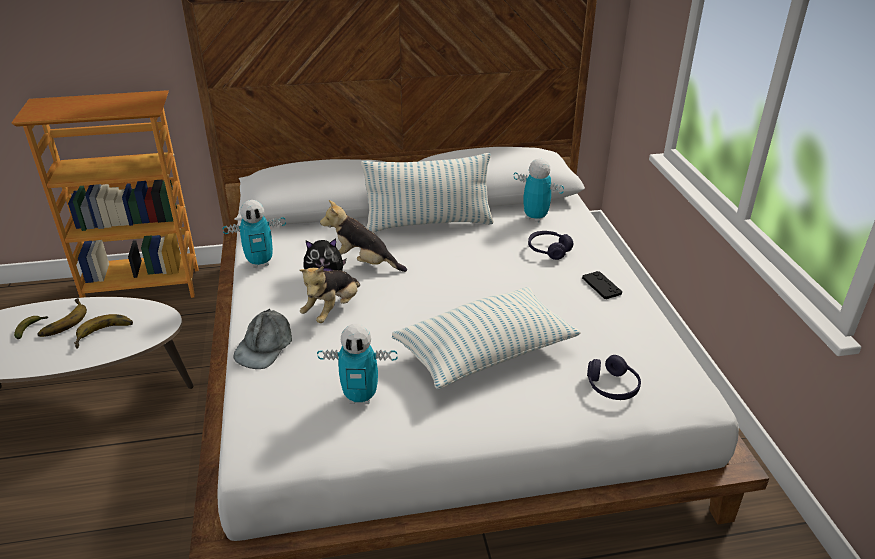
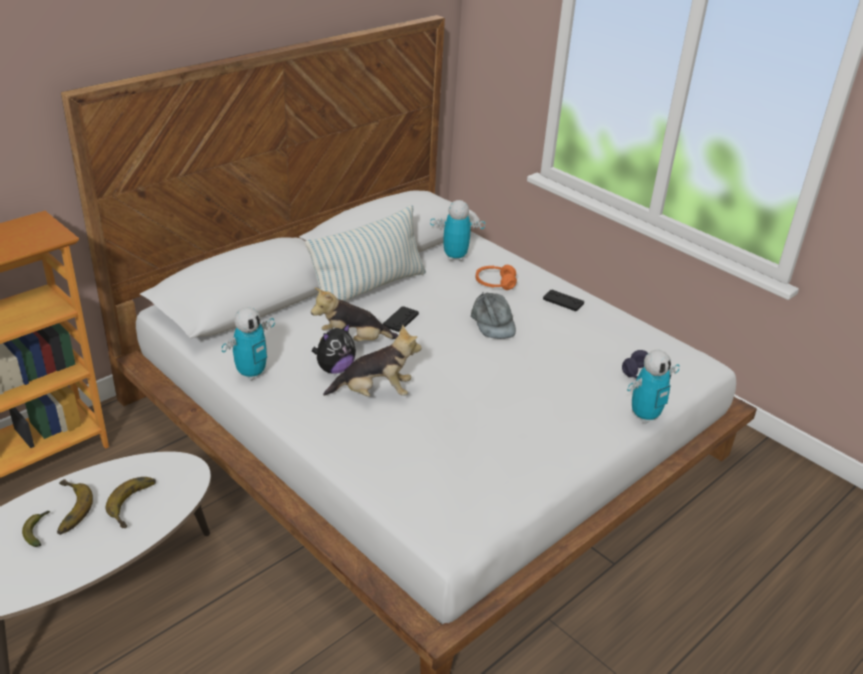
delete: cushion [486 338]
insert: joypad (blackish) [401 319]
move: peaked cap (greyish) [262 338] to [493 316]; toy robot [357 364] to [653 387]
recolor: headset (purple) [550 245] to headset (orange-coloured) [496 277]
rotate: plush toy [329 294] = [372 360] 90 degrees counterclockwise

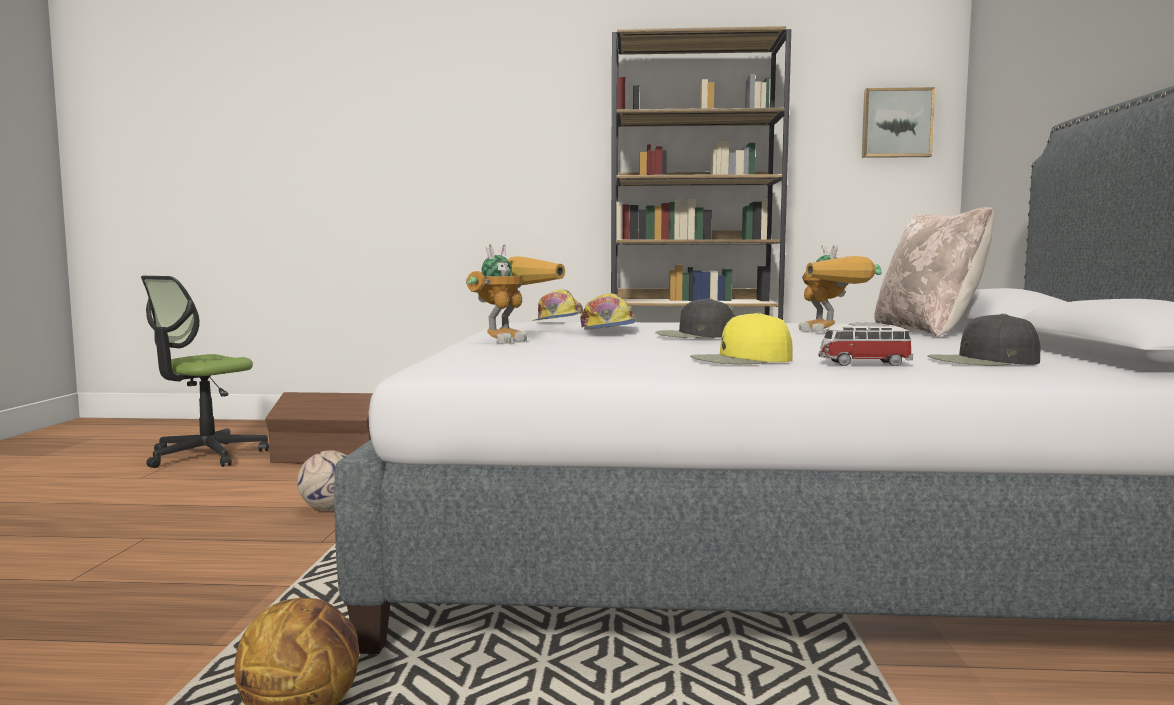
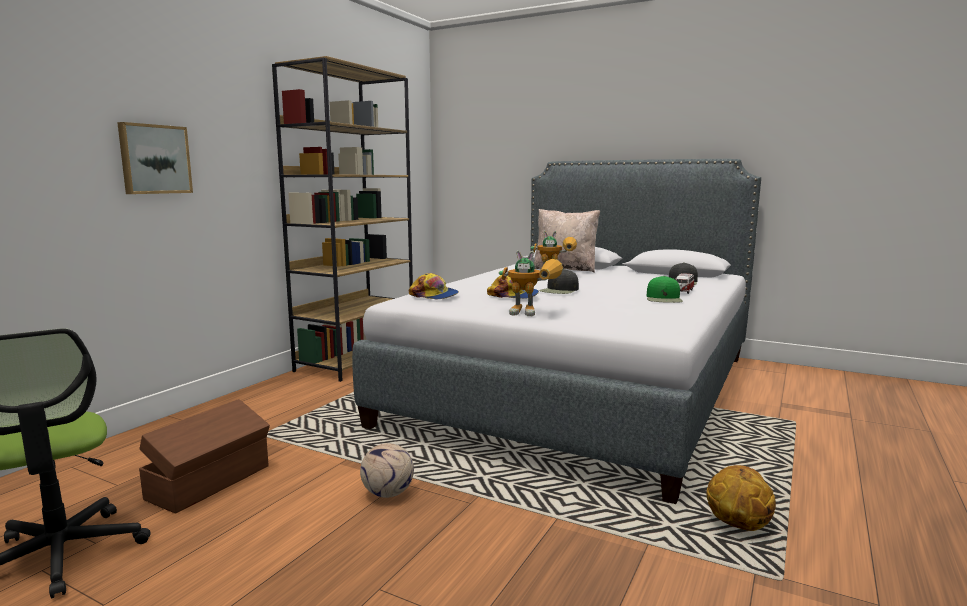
move: picture [898 122] to [155 158]
recolor: peaked cap (yellowish) [741 338] to peaked cap (greenish) [665 289]
rotate: toy robot [515 293] = [531 283] 135 degrees clockwise

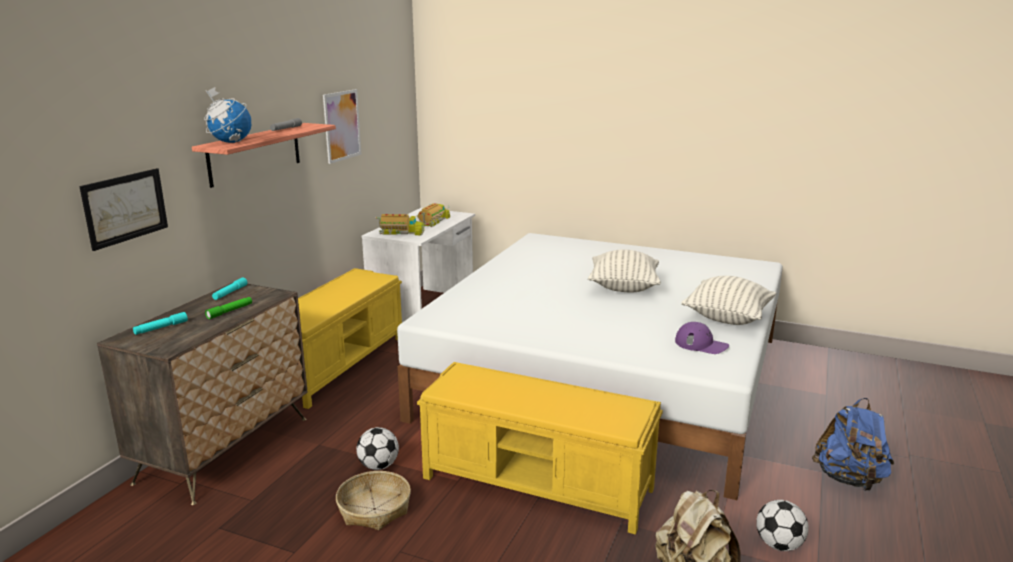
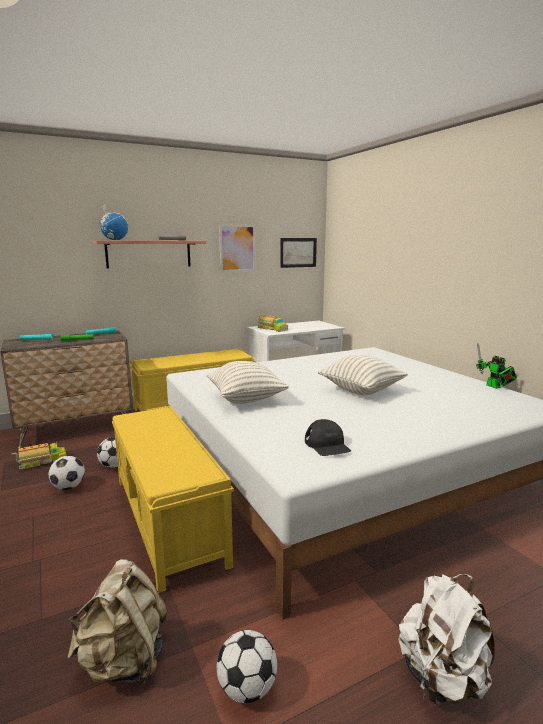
insert: toy robot [496 366]
move: picture [123 209] to [298 253]; model truck [433 215] to [39 456]; cushion [728 300] to [248 382]
replace: storage basket [373 500] to football ball [67 473]
recolor: peaked cap (purple) [702 338] to peaked cap (blackish) [328 437]; knapsack (bluish) [853 444] to knapsack (white-coloured) [446 639]

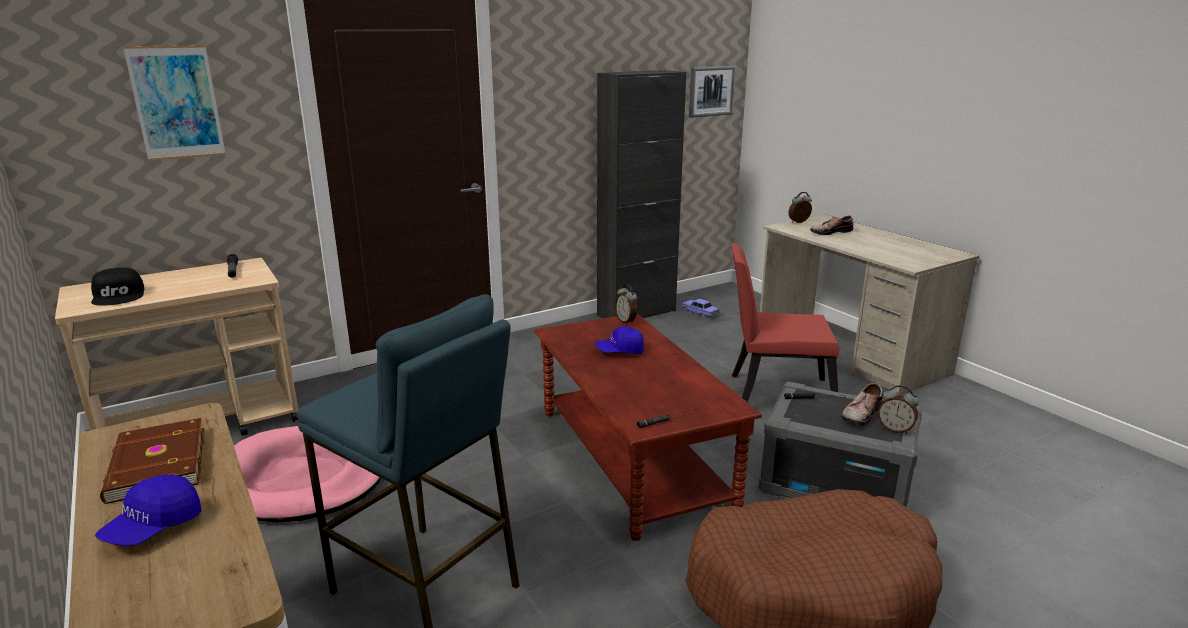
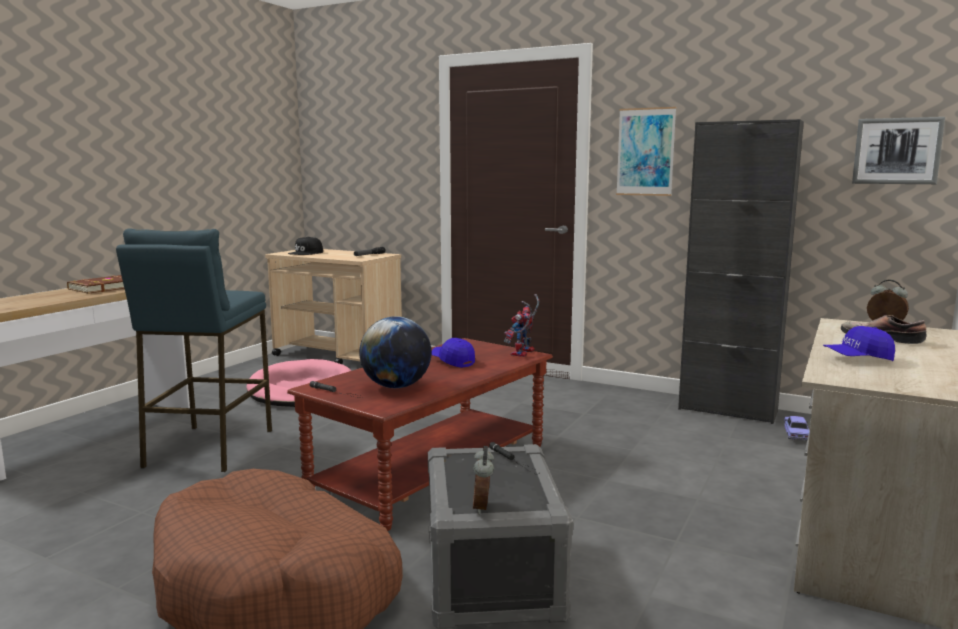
delete: upright chair (red) [785 322]; shoe [862 404]
insert: desk globe [395 352]
move: picture [174 103] to [646 151]; peaked cap (bluish) [148 510] to [859 343]
replace: table clock [626 305] to toy robot [521 325]

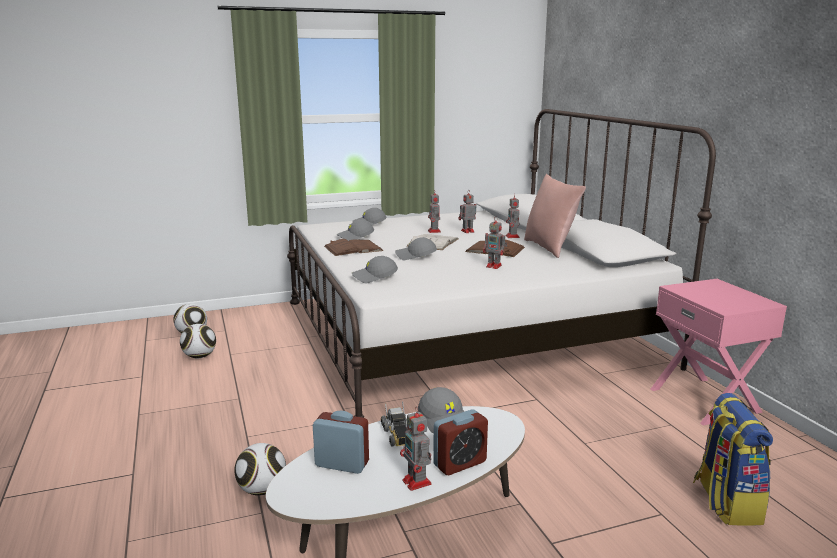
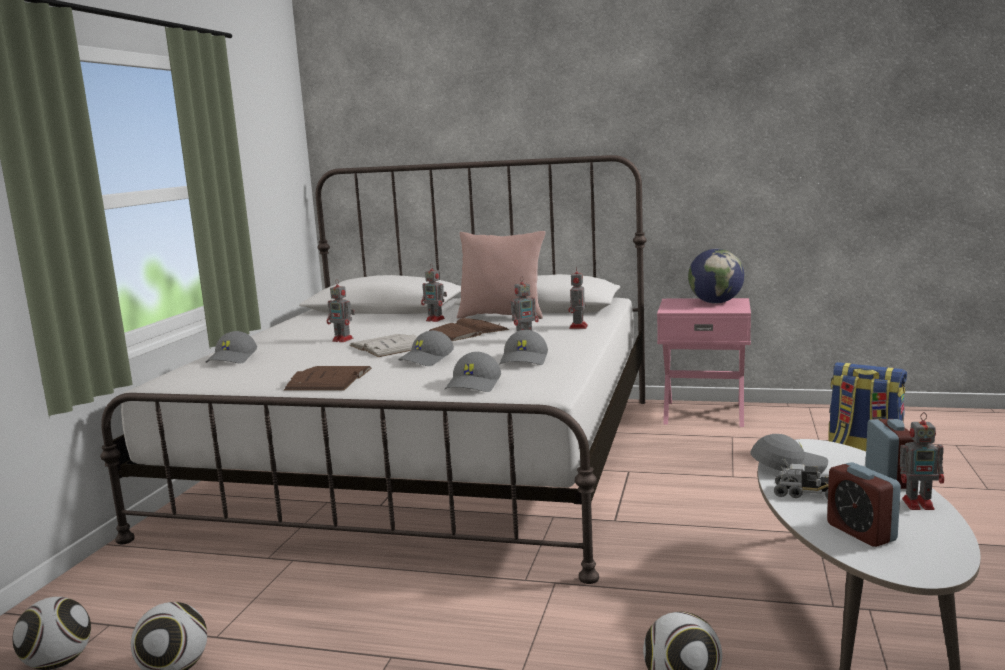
insert: desk globe [716 276]
move: toy robot [468 211] to [578 297]; peaked cap (greyish) [355 230] to [524 347]
rotate: table clock [341 442] = [864 504] 75 degrees counterclockwise

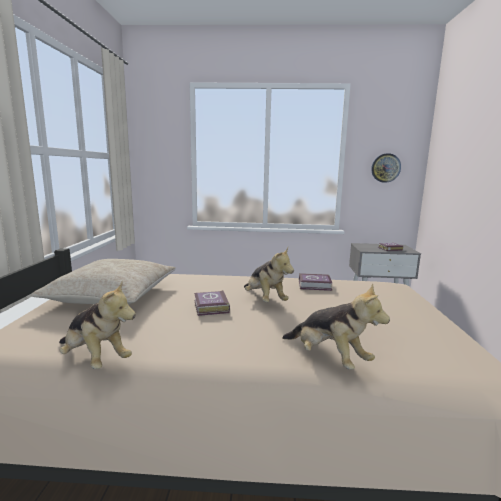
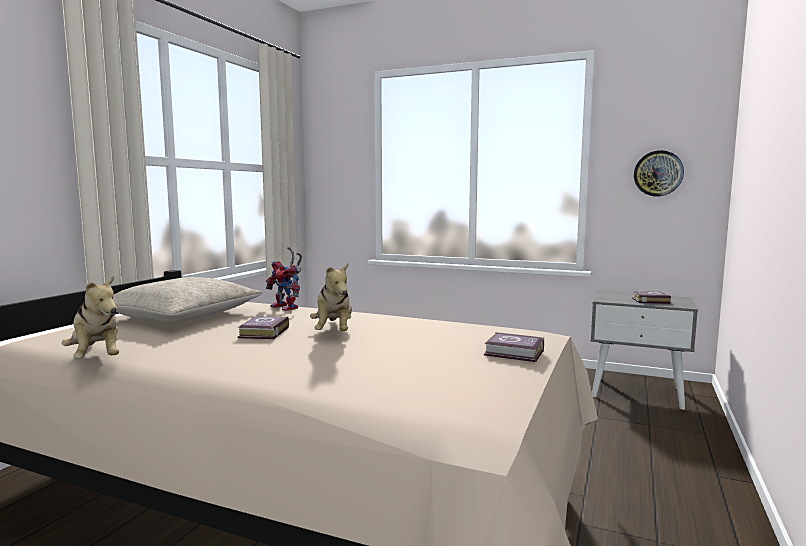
delete: plush toy [336 326]
insert: toy robot [284 279]
move: bound book [316 282] to [514 347]

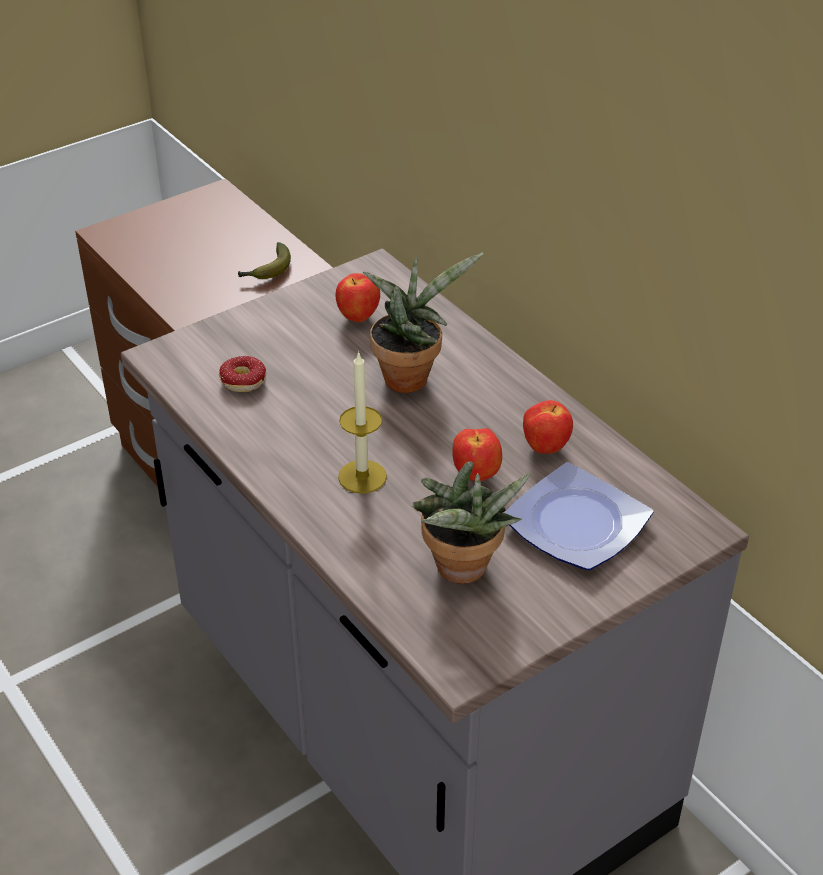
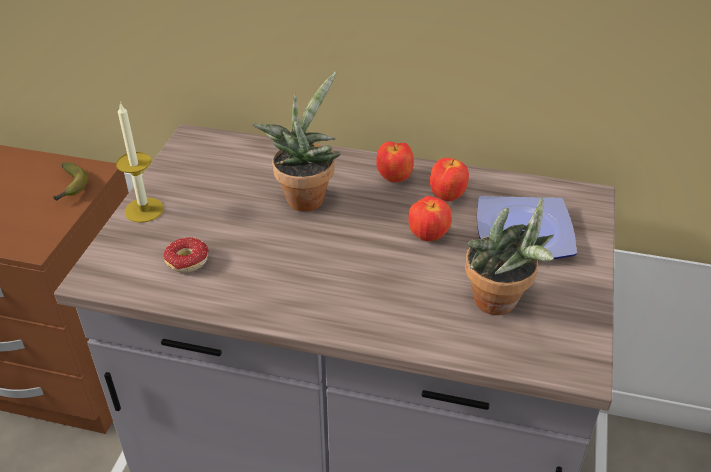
move: apple [357 297] to [395 162]; wax light [362 422] to [140 162]

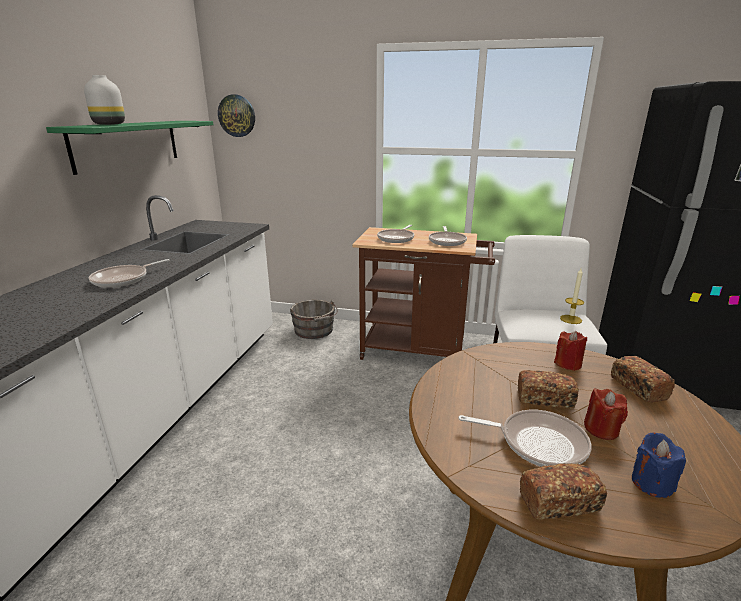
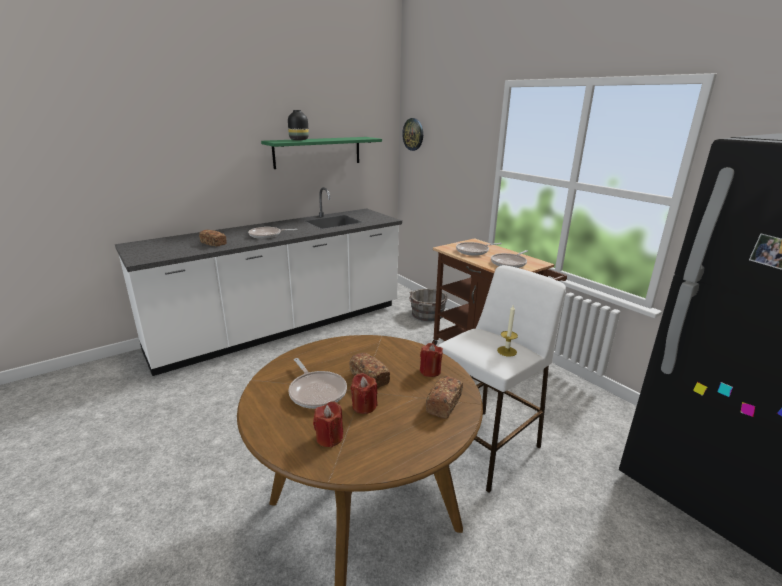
move: bakery bread [563 491] to [213 238]
recolor: vase (white-coloured) [104 100] to vase (blackish) [298 125]; wax light (bluish) [659 465] to wax light (red) [328 424]

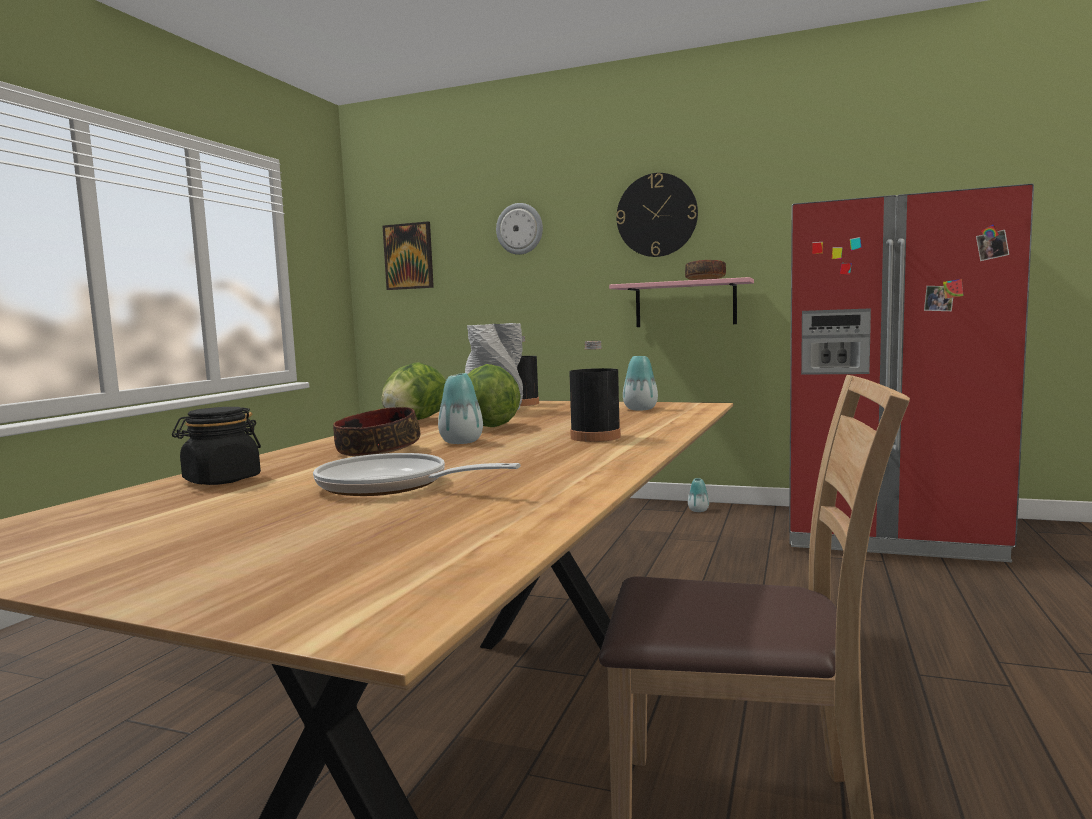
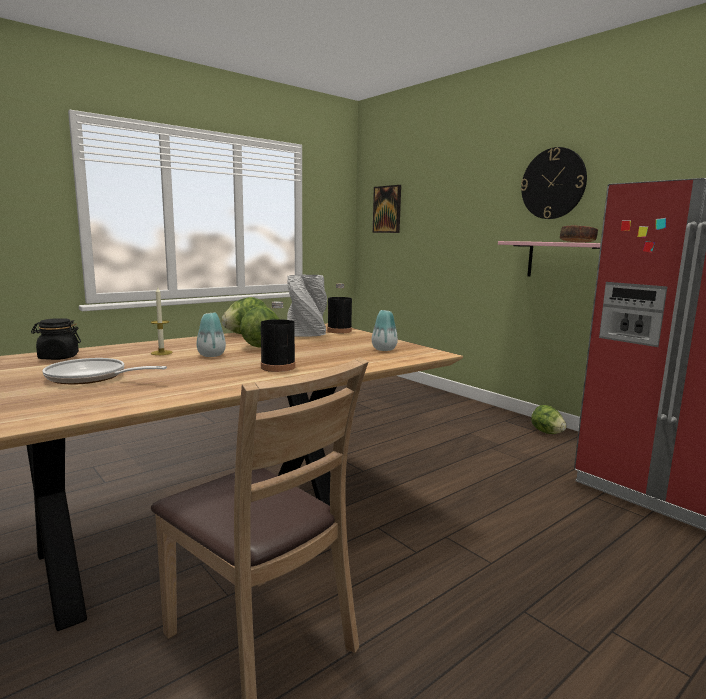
delete: clock on the wall [519 229]
replace: bowl [376 432] to wax light [161 321]; vase [698 495] to lettuce head [549 419]
rotate: skillet [417 474] = [105 371] 45 degrees counterclockwise

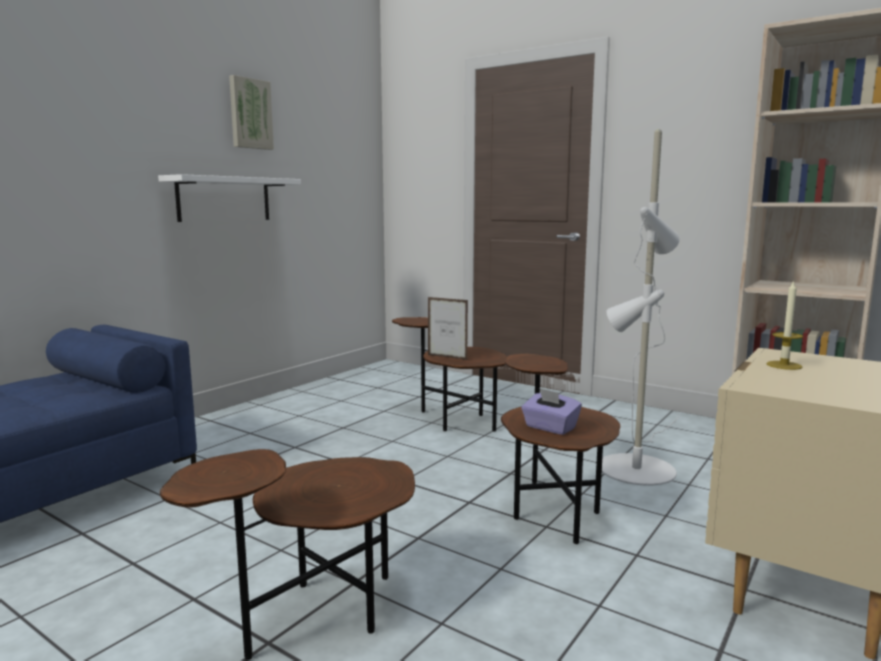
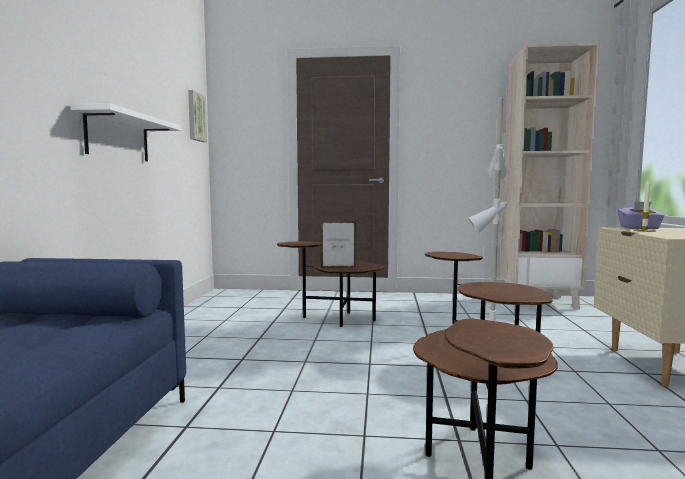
move: picture [251 112] to [197 116]; tissue holder (purple) [551 411] to [641 215]

